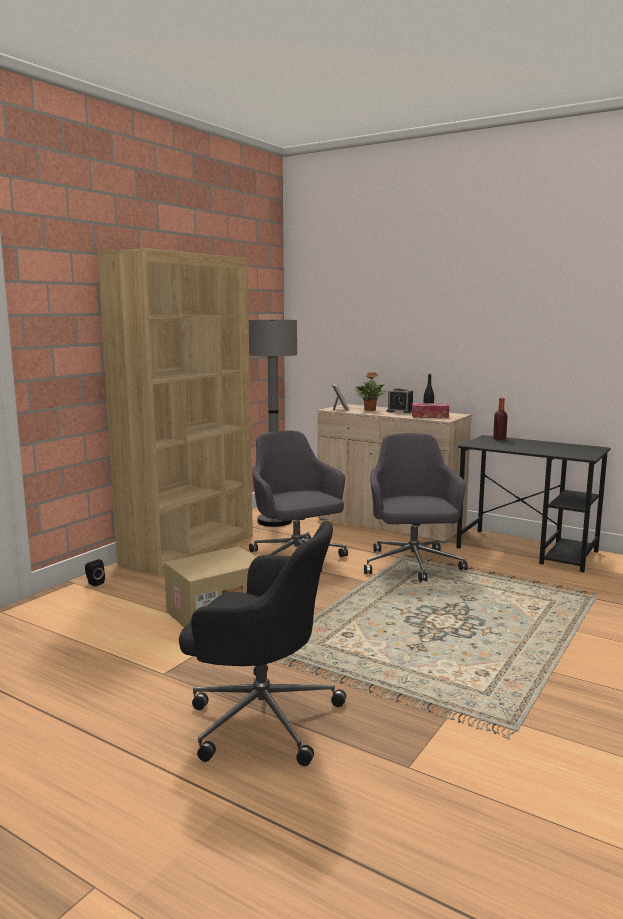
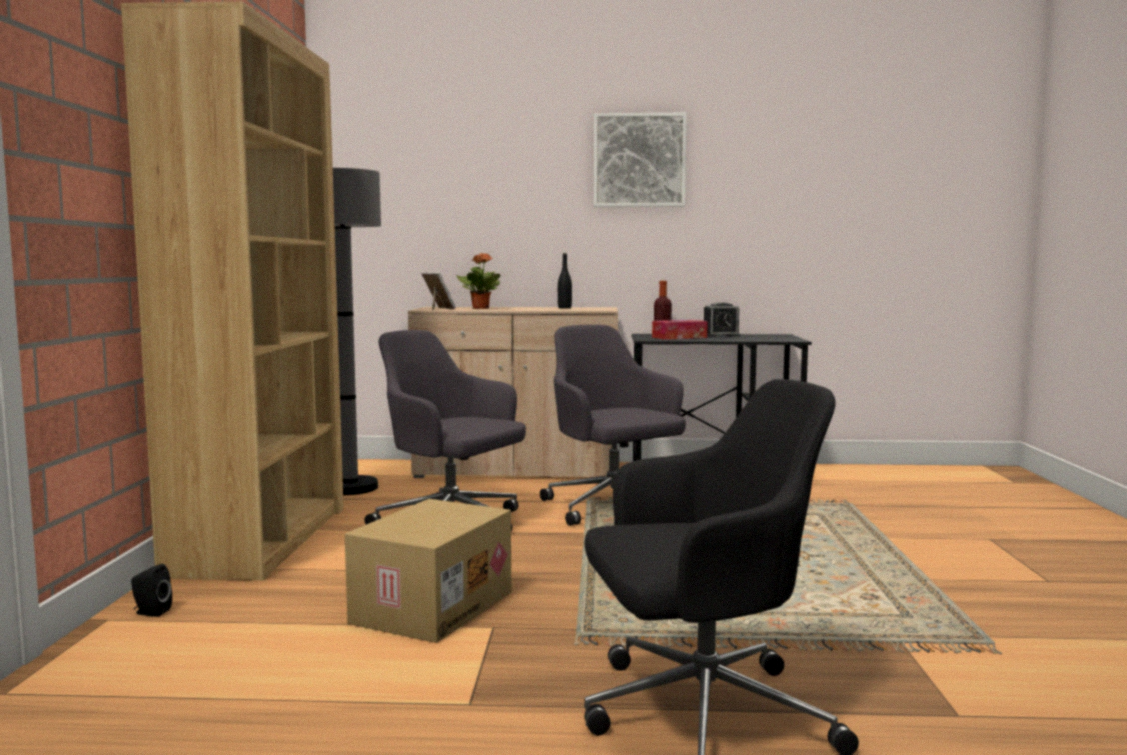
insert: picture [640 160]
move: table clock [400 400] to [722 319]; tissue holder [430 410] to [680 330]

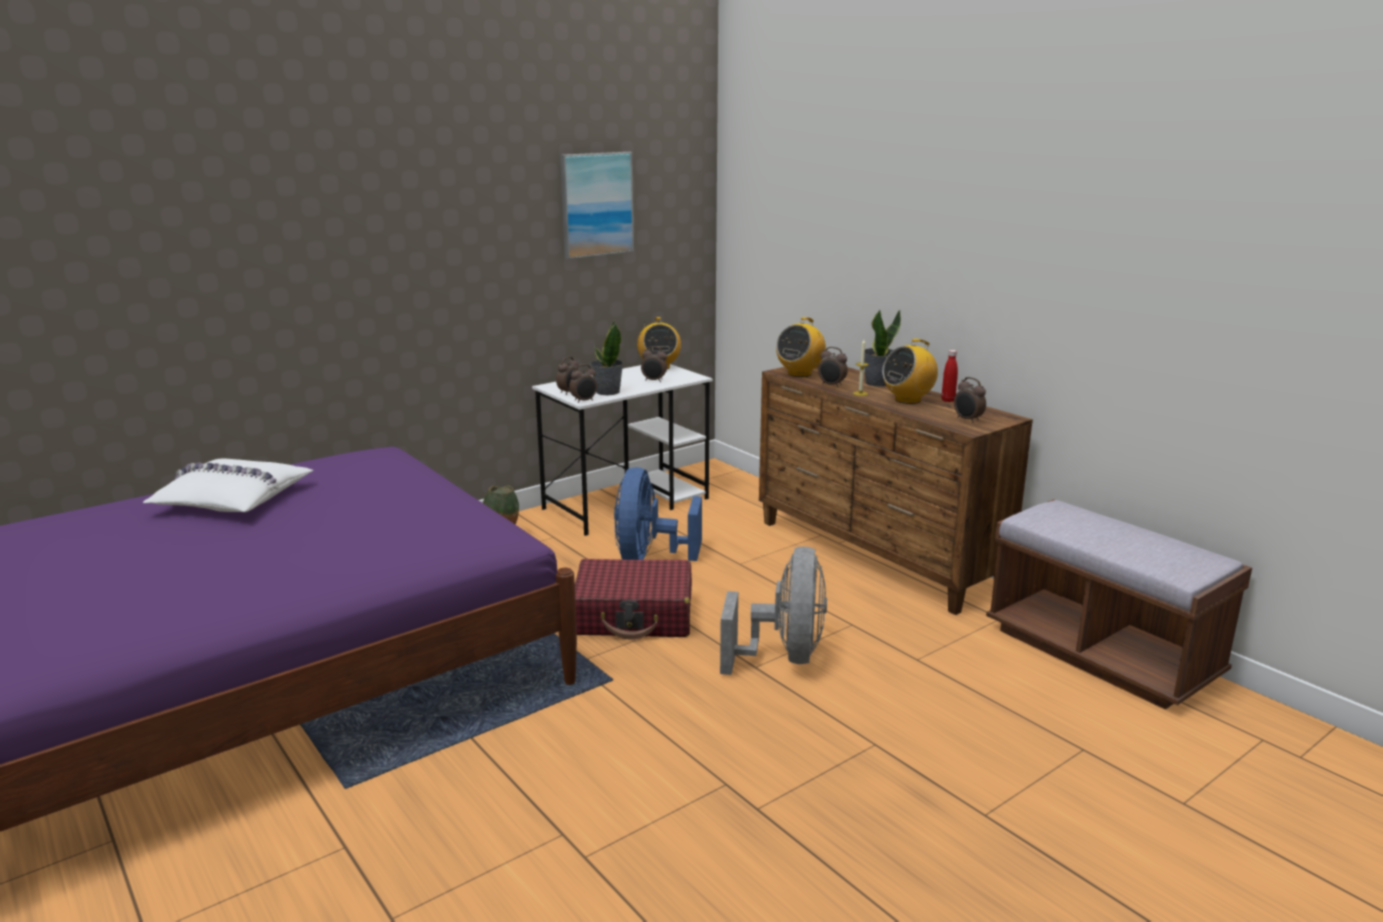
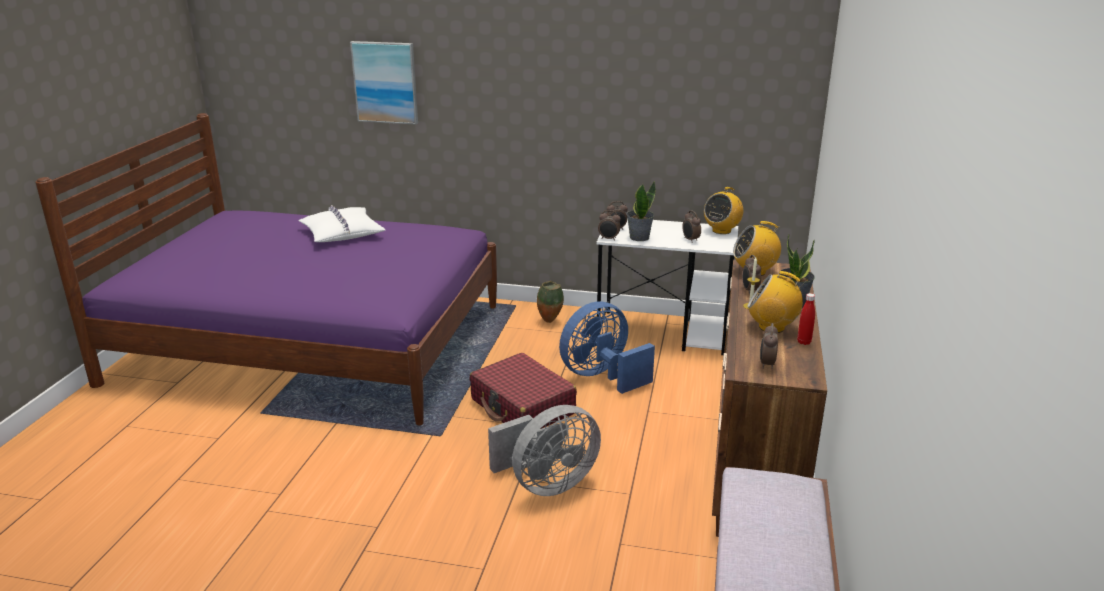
move: picture [597 205] to [384 83]

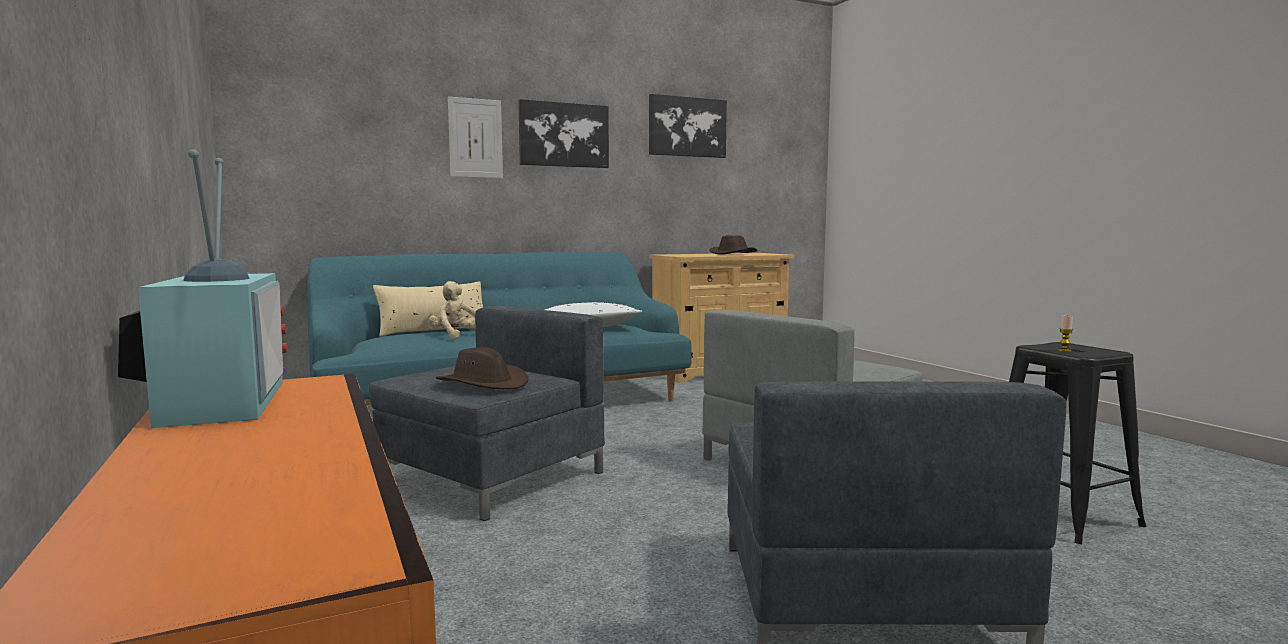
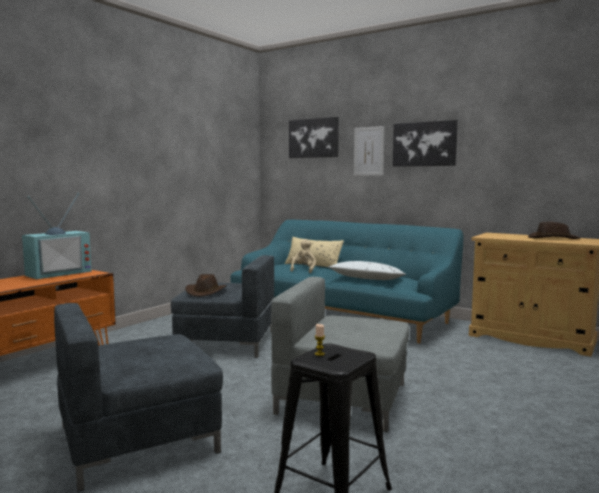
move: picture [688 126] to [314 137]

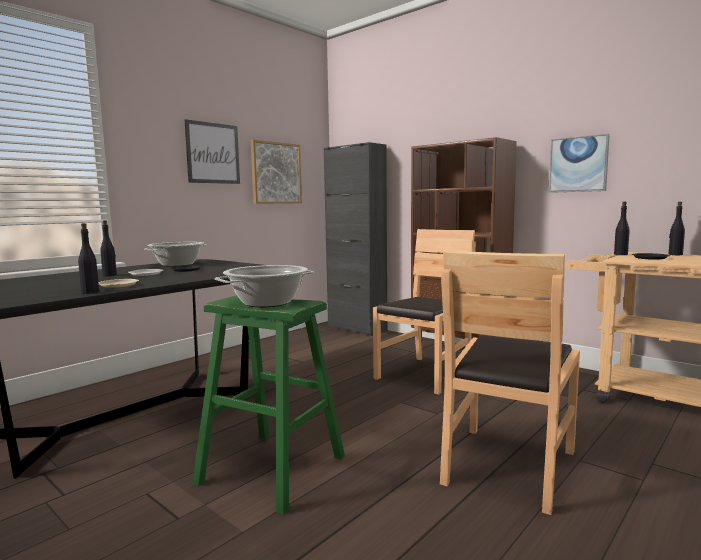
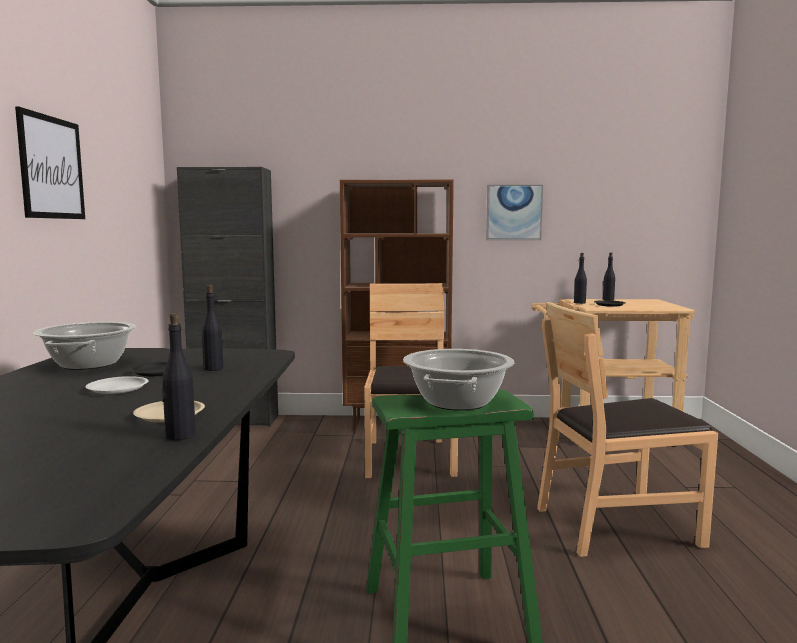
delete: picture [276 172]
move: drink bottle (blackish) [108 248] to [212 328]
rotate: upright chair (brownish) [510 382] = [627 429] 90 degrees clockwise

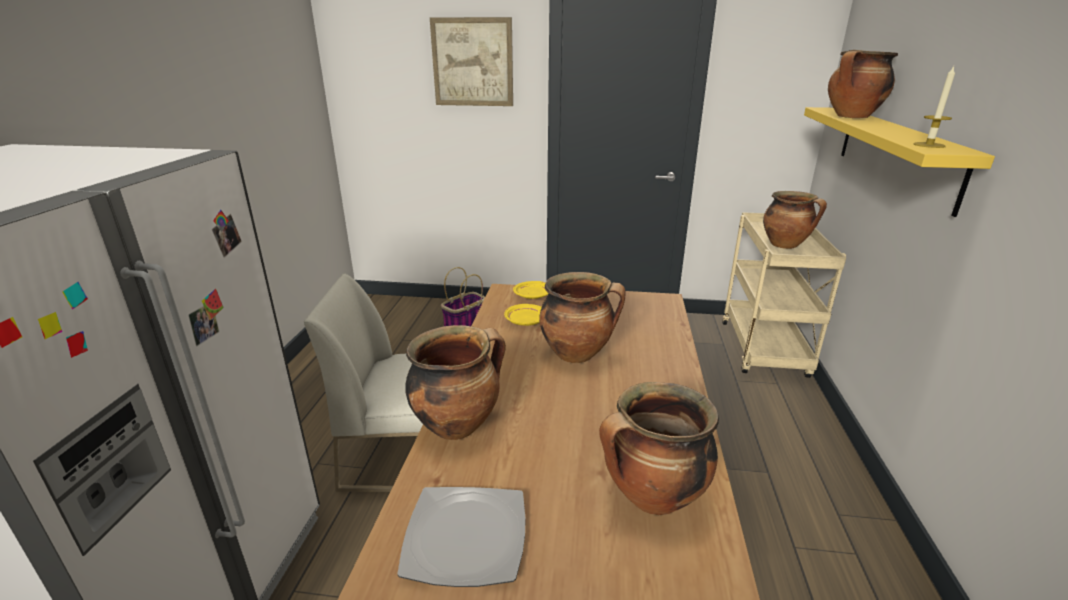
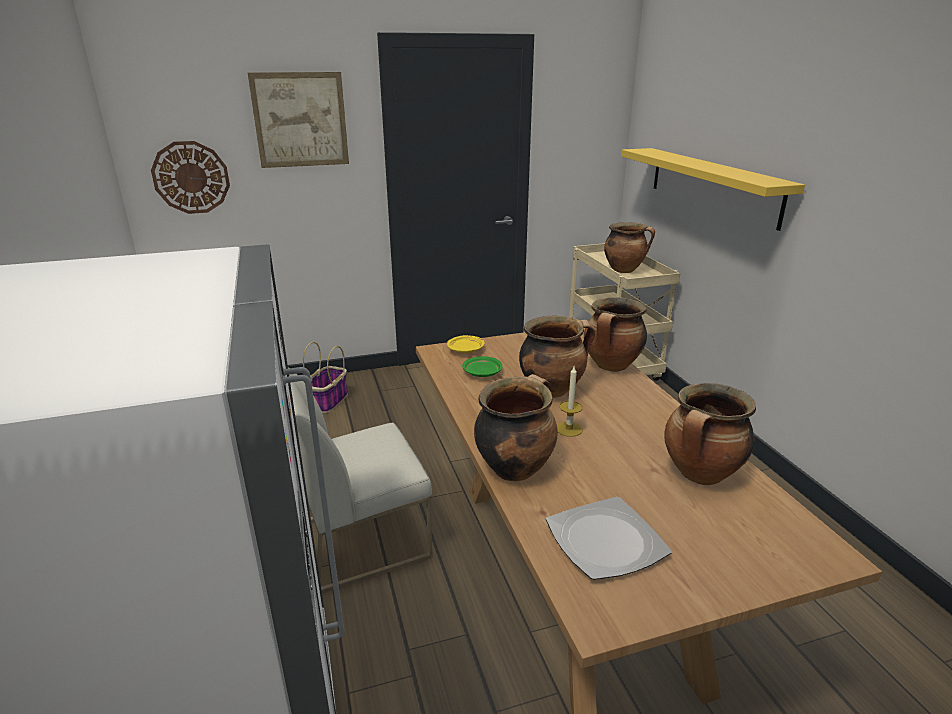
insert: clock on the wall [190 177]
move: saucepot [863 84] to [615 334]; wax light [934 107] to [569 401]
recolor: dinner plate (yellowish) [523 315] to dinner plate (greenish) [482 367]

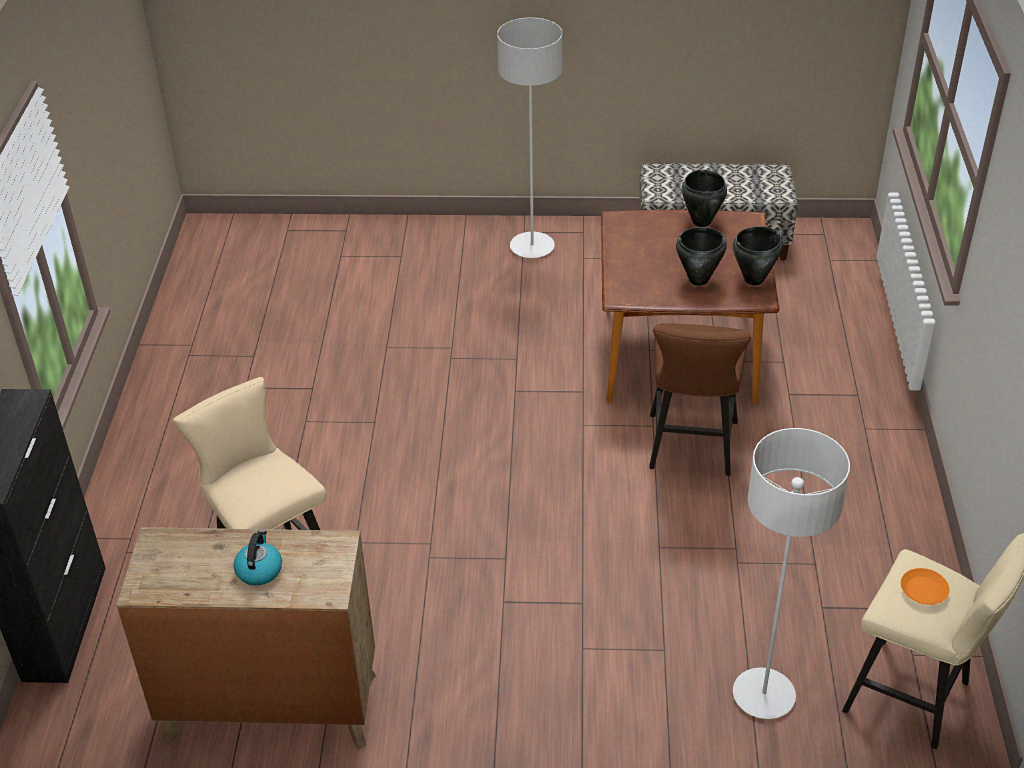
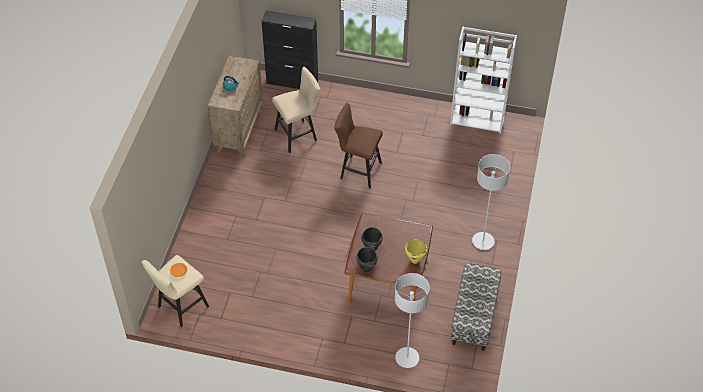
insert: shelving unit (white-coloured) [483 80]
move: stool seat (brownish) [700 400] to [358 145]; standard lamp (greyish) [791 573] to [412 320]
recolor: saucepot (blackish) [704 198] to saucepot (yellowish) [416 251]

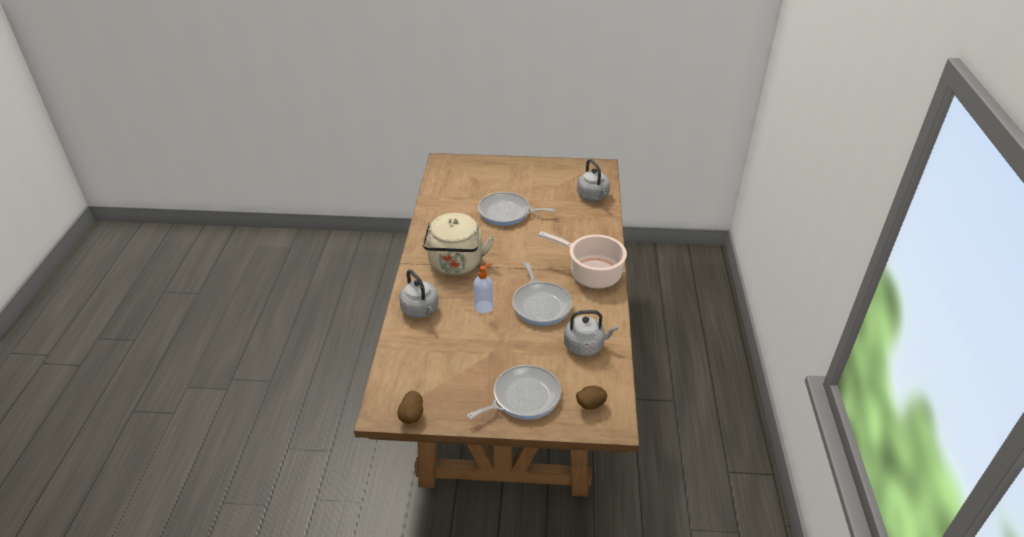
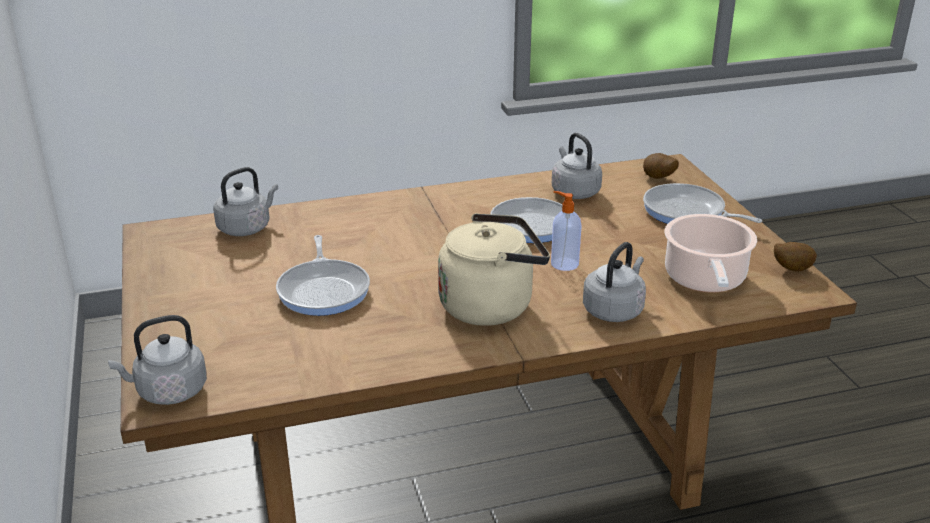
insert: tea kettle (greyish) [157 360]
move: saucepot [583 259] to [710 253]

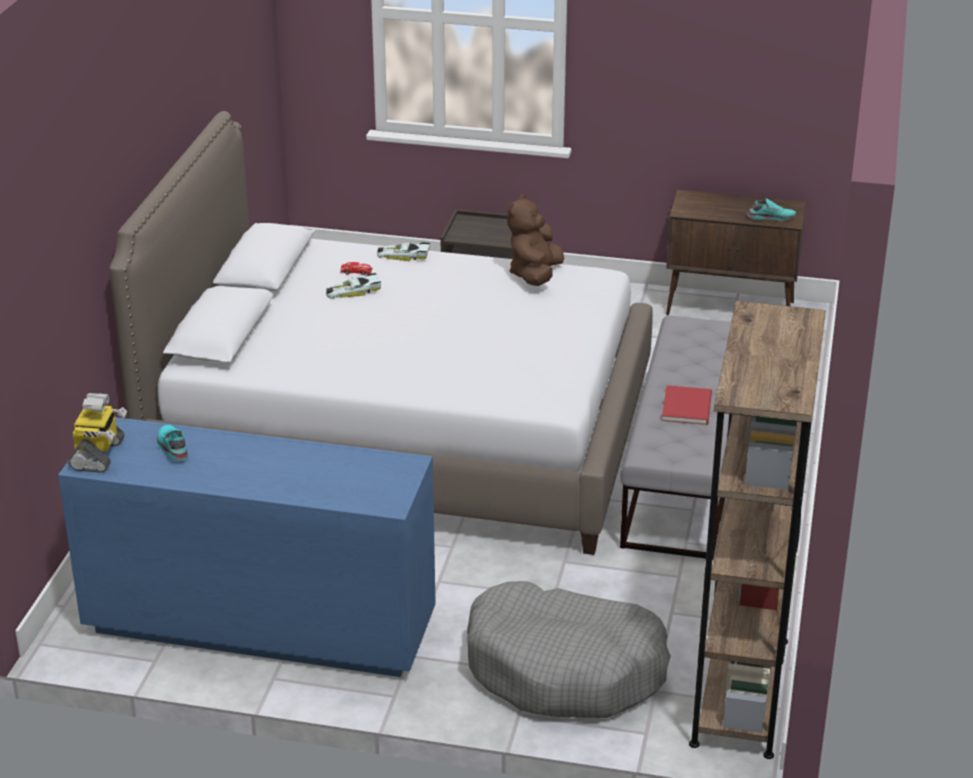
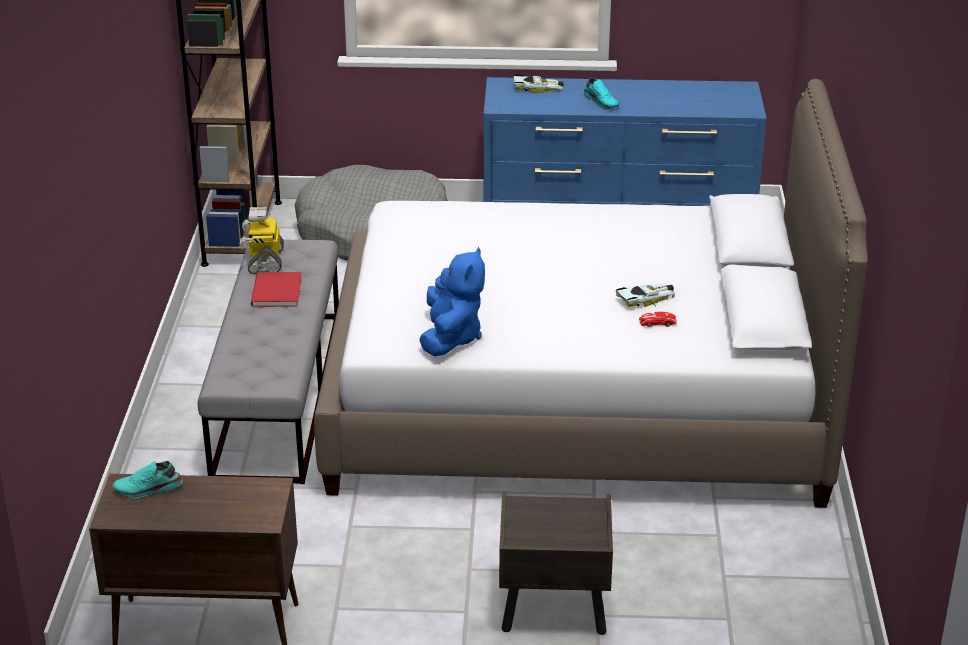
move: miniature car [403 252] to [539 84]; toy robot [97 433] to [262 240]; shoe (turquoise) [172 443] to [601 93]
recolor: plush toy (brownish) [535 240] to plush toy (bluish) [452 301]

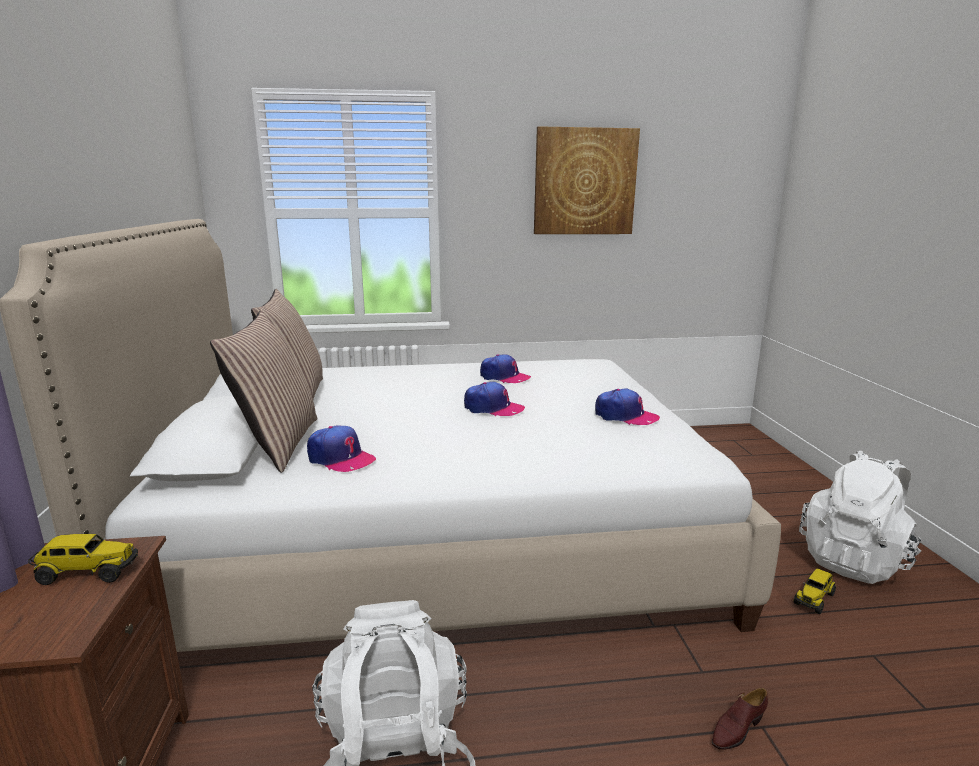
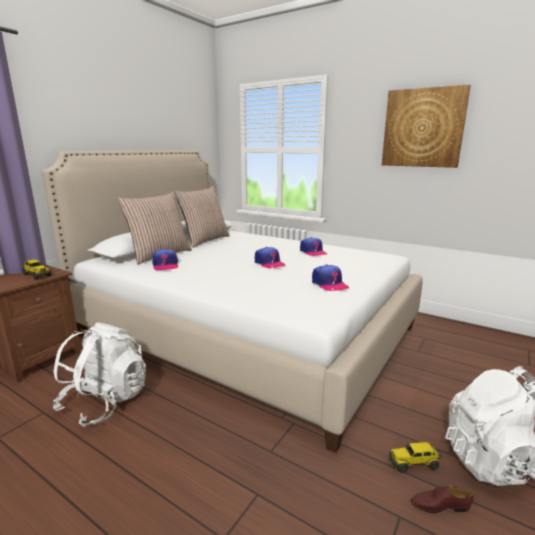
move: shoe (brownish) [740 719] to [442 499]

